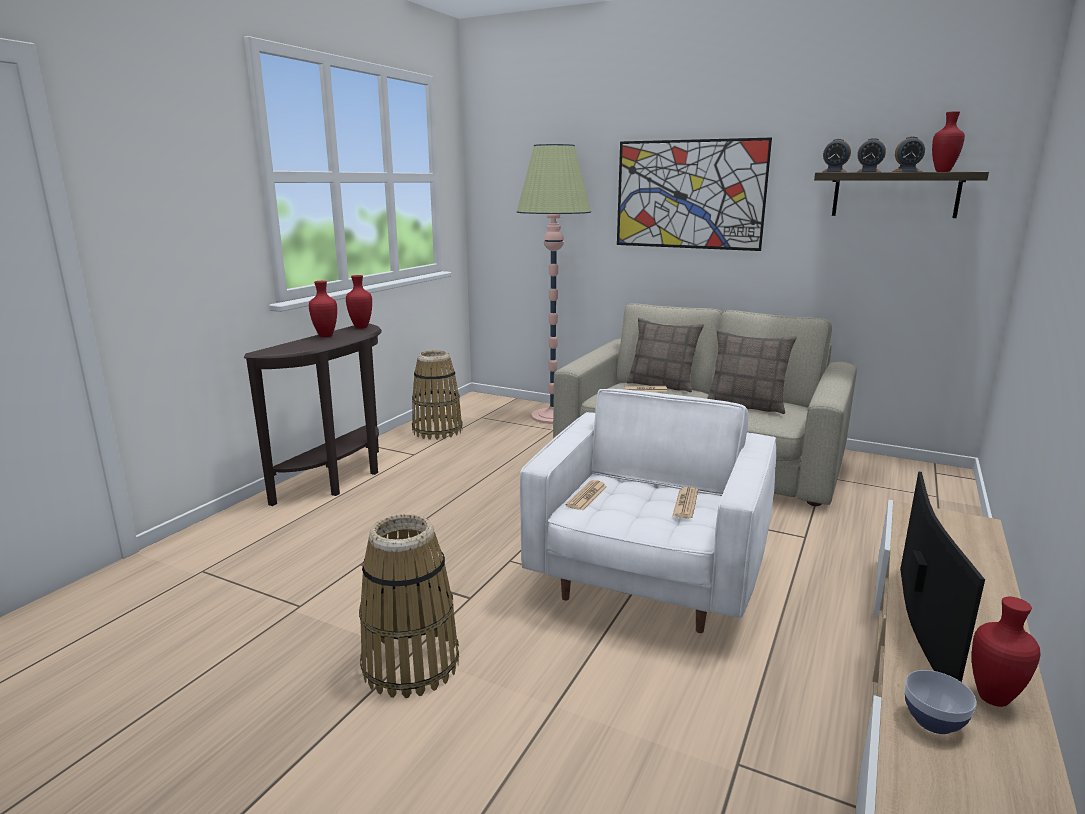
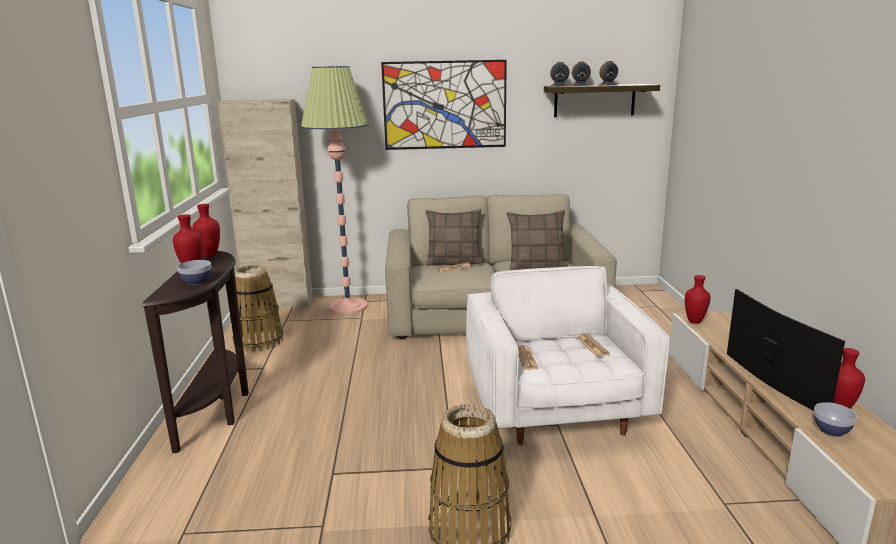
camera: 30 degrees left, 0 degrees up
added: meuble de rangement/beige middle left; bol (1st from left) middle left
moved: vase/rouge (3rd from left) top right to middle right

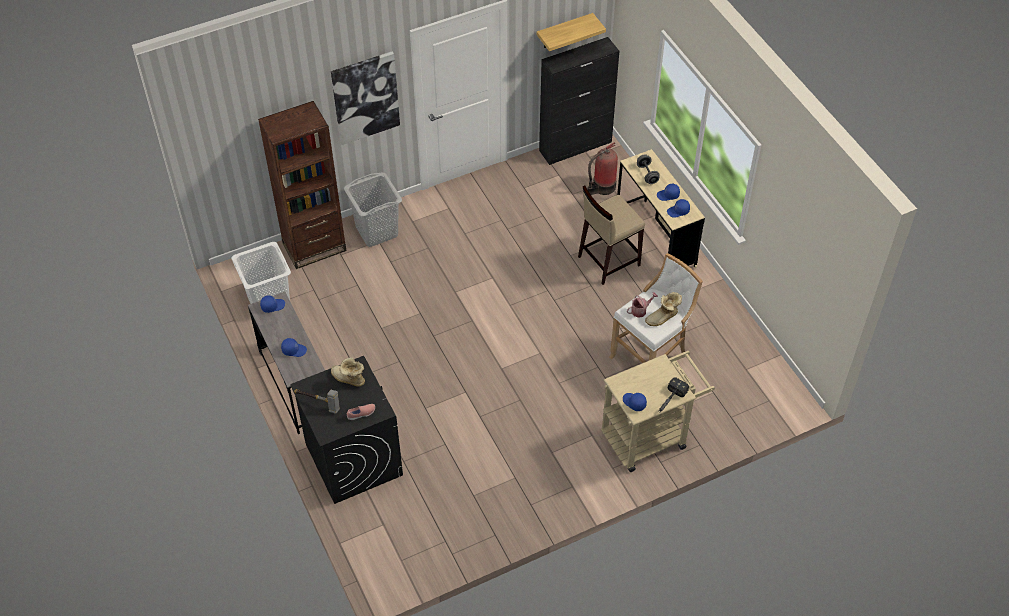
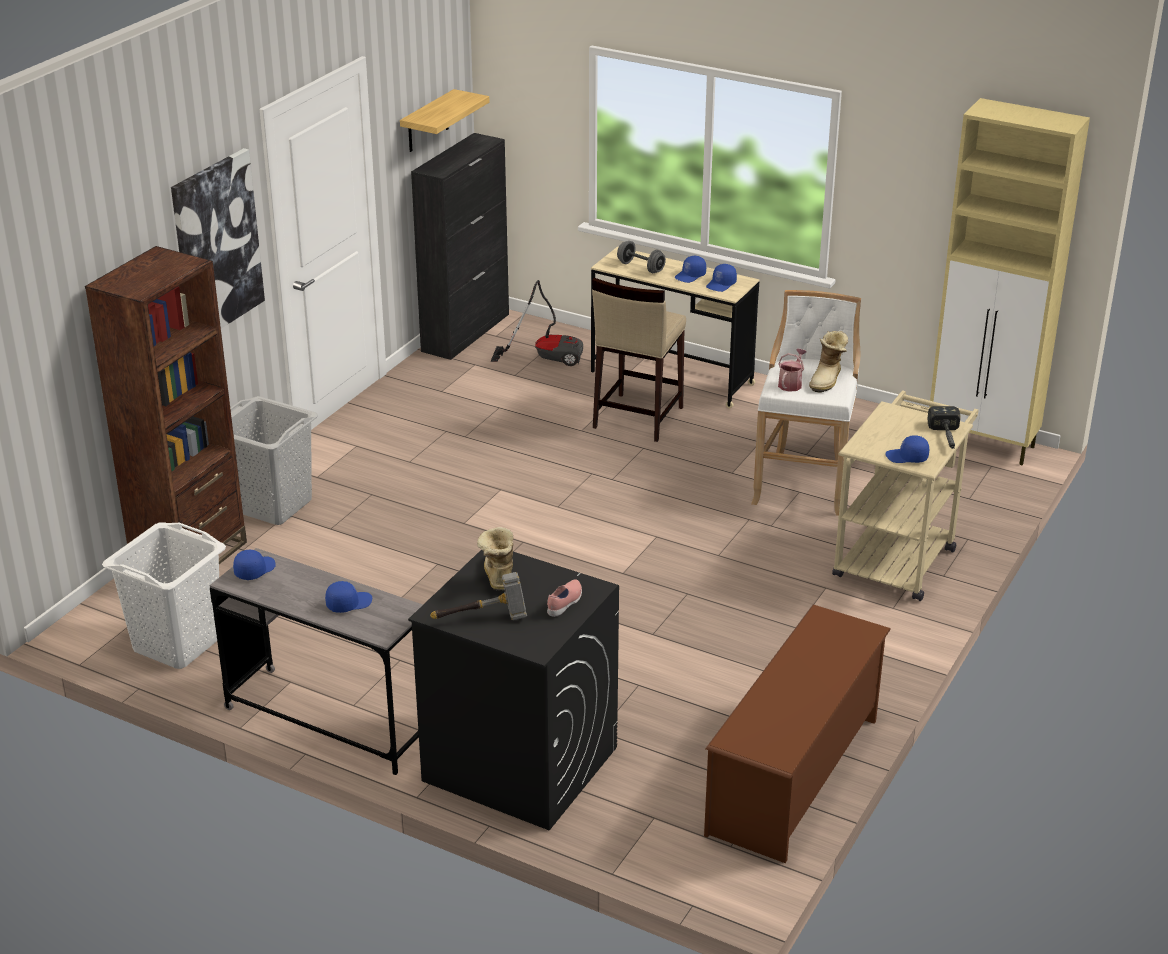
camera: 35 degrees left, 20 degrees down
added: meuble de rangement/beige top right; étagère à chaussures/marron bottom right
replaced: extincteur top centre to aspirateur centre
turned: botte (1st from left) centre = centre 90 degrees clockwise

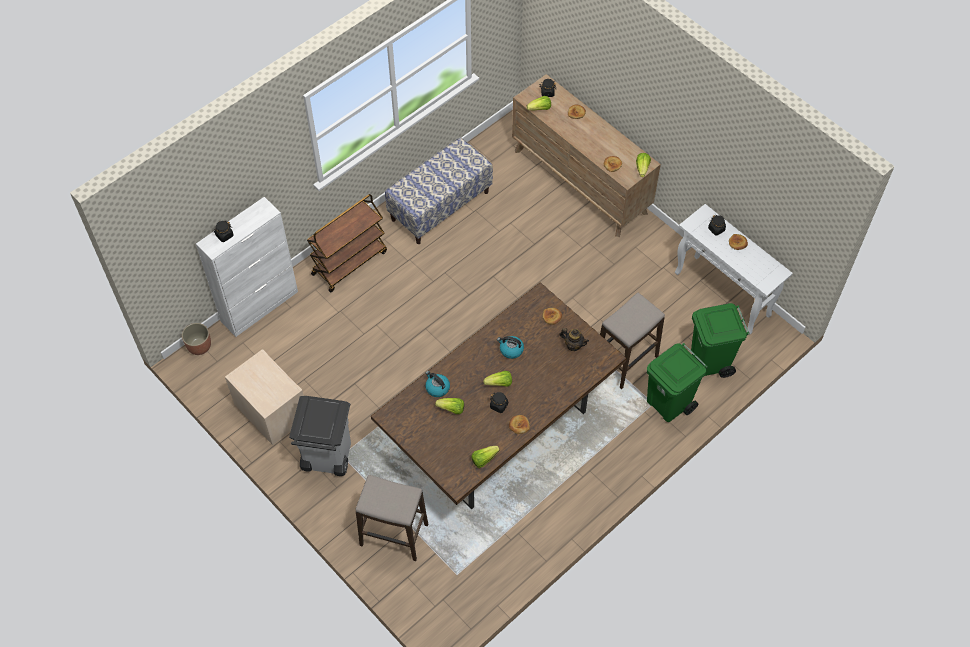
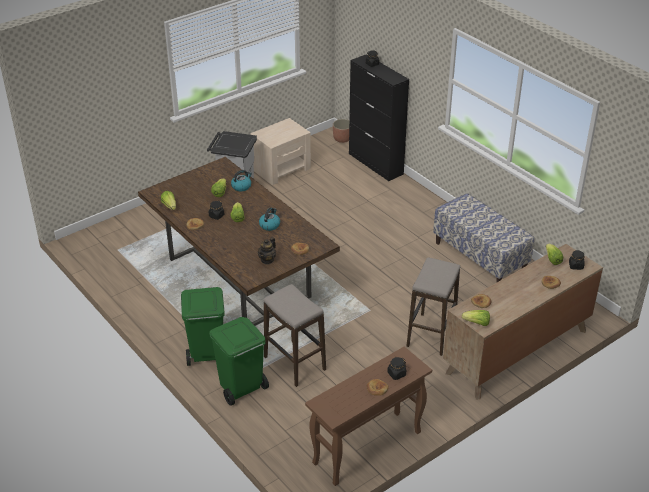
camera: 95 degrees right, 20 degrees down
removed: chariot/marron centre
moved: poubelle/vert (2nd from left in the first image) middle right to poubelle/vert (1st from left) middle left; tabouret (1st from left in the first image) bottom centre to tabouret (2nd from left) middle right
recoloured: meuble de rangement/blanc middle left to meuble de rangement/noir top centre; table console/blanc middle right to table console/marron bottom centre

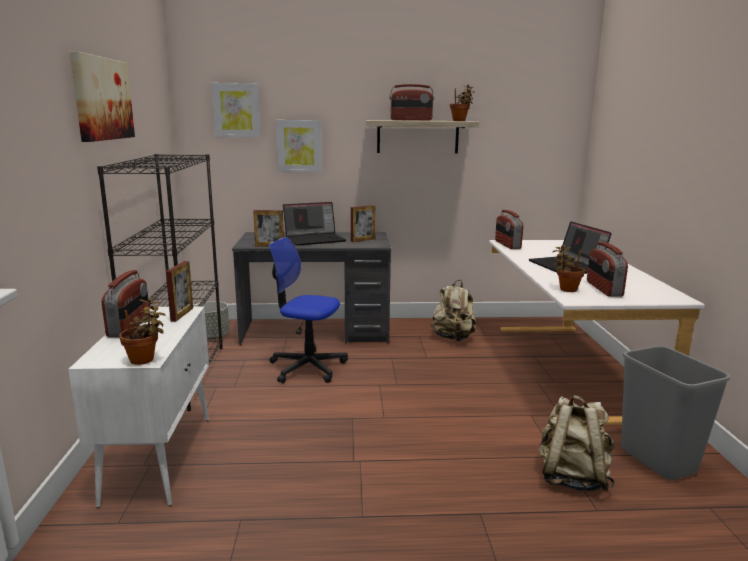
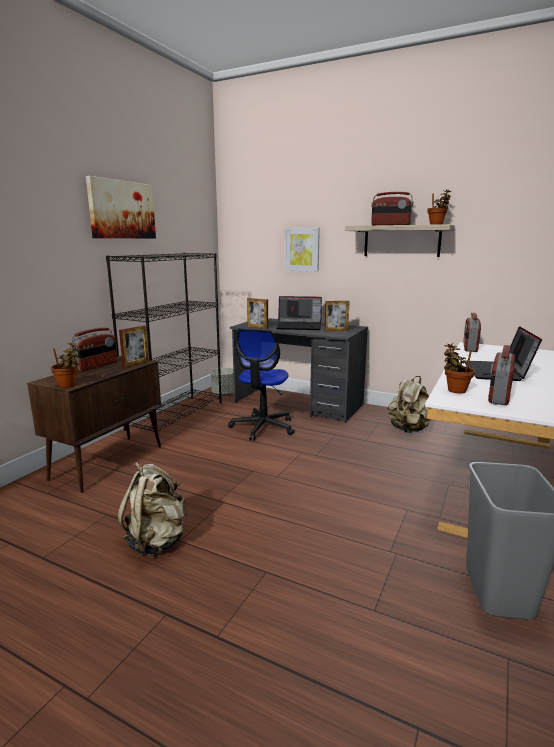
camera: 30 degrees right, 0 degrees up
removed: tableau (2nd from left) top left
moved: sac à dos/beige (2nd from left in the first image) bottom right to sac à dos/beige (1st from left) bottom left
recoloured: meuble de rangement/blanc bottom left to meuble de rangement/marron middle left
turned: chaise de bureau centre = centre 120 degrees counterclockwise

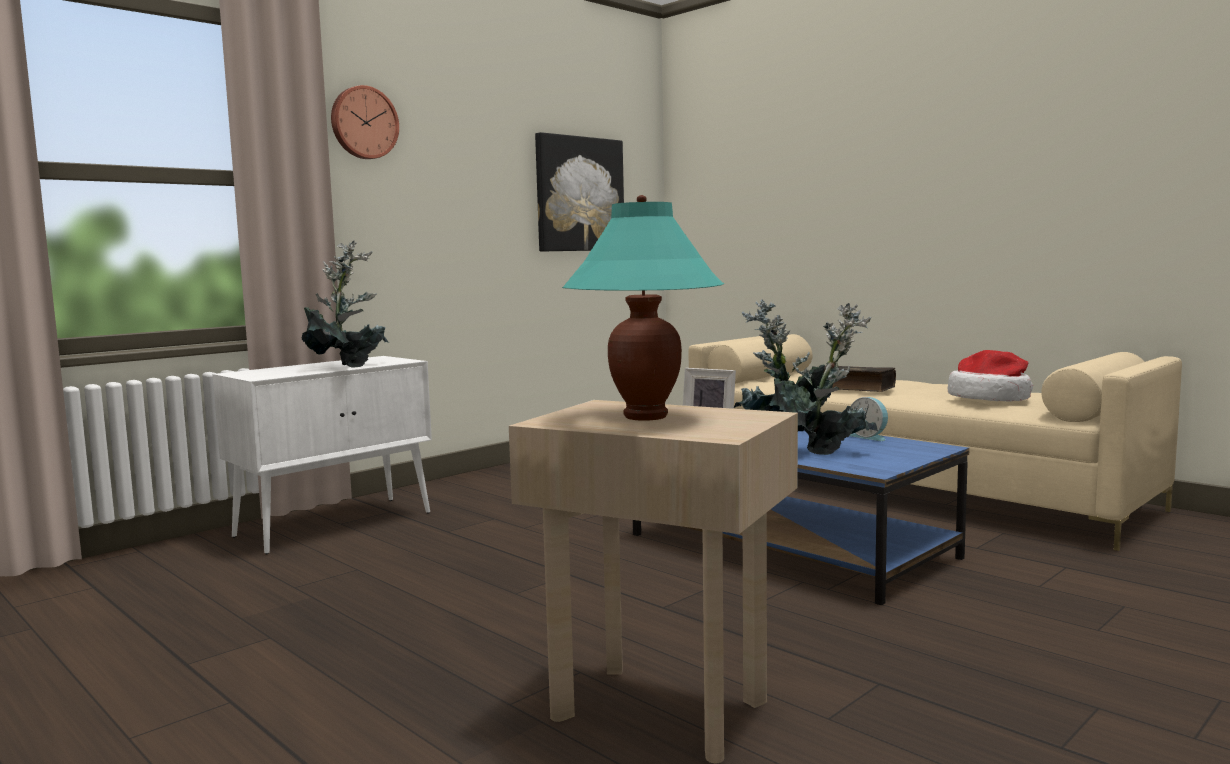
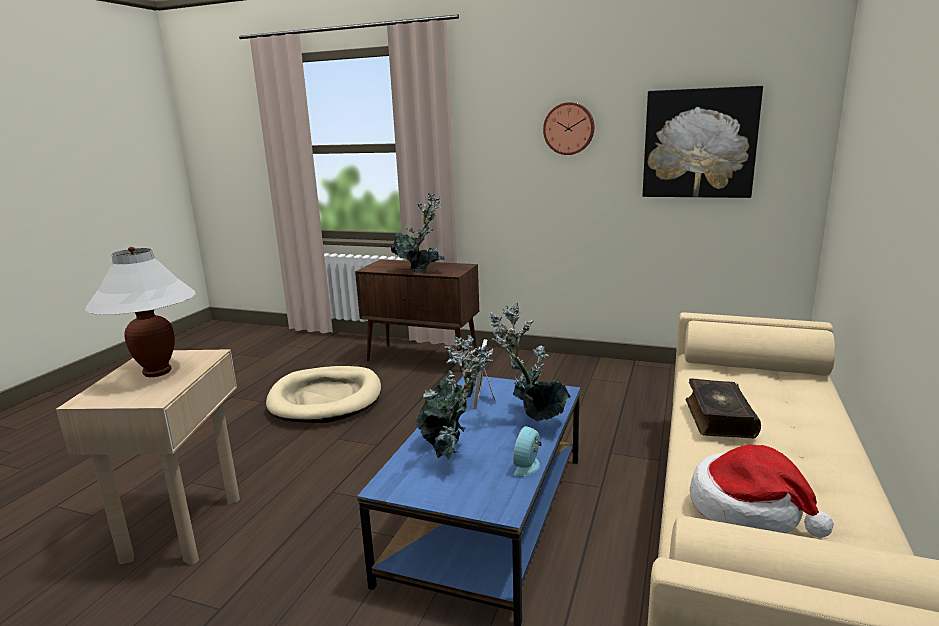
camera: 65 degrees right, 10 degrees up
added: panier pour chien/beige centre
moved: horloge murale top left to top centre
recoloured: lampe de table/turquoise centre to lampe de table/blanc middle left; meuble de rangement/blanc middle left to meuble de rangement/marron centre

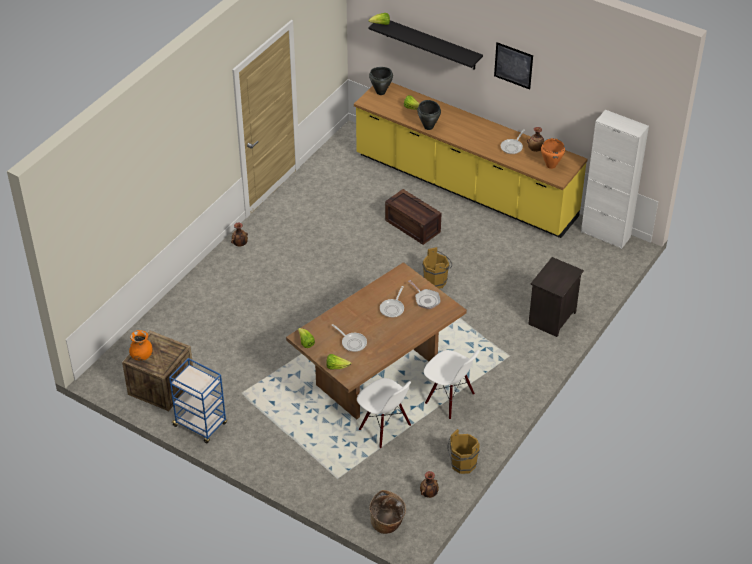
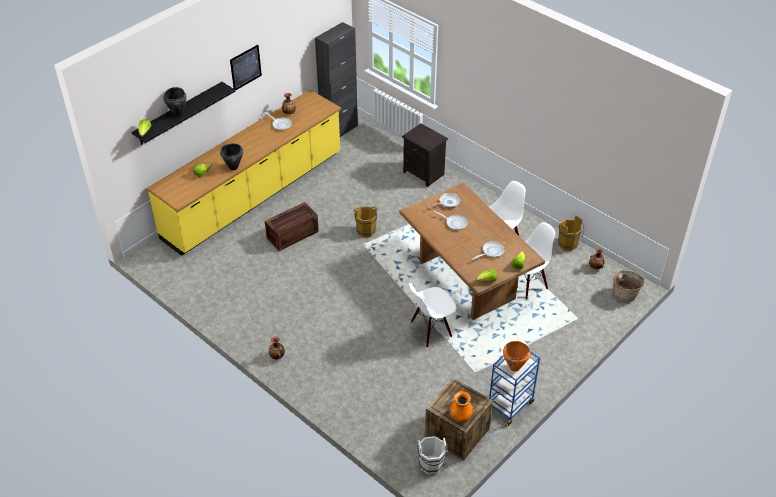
camera: 80 degrees left, 0 degrees up
added: chaise/blanc (1st from left) centre; seau/blanc bottom centre
moved: marmite/noir (1st from left) top centre to top left; marmite/orange top right to bottom centre
recoloured: meuble de rangement/blanc top right to meuble de rangement/noir top centre

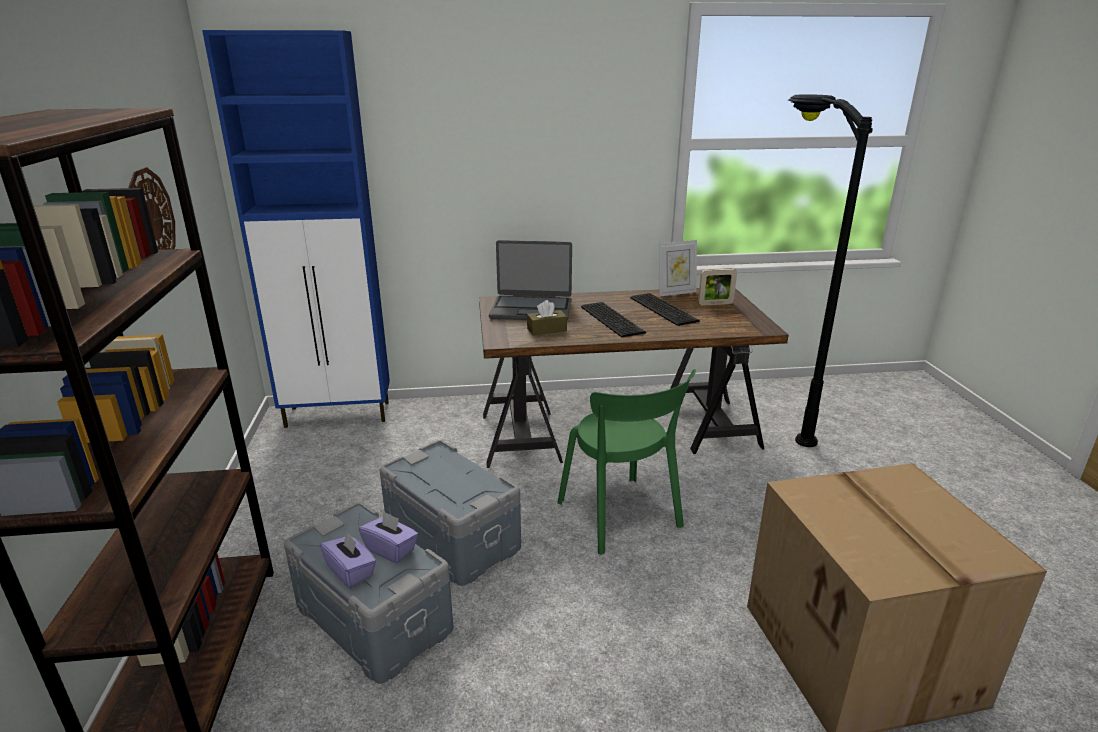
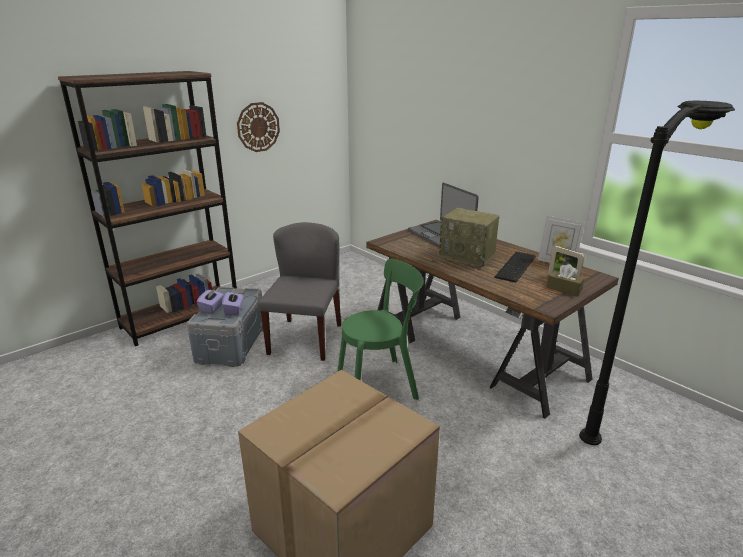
camera: 55 degrees right, 0 degrees up
removed: meuble de rangement/bleu top left
moved: boîte à mouchoirs/marron centre to middle right
replaced: clavier (1st from left) centre to radio centre; boîte de rangement/gris (2nd from left) bottom centre to chaise/gris centre
turned: chaise/vert centre = centre 135 degrees counterclockwise

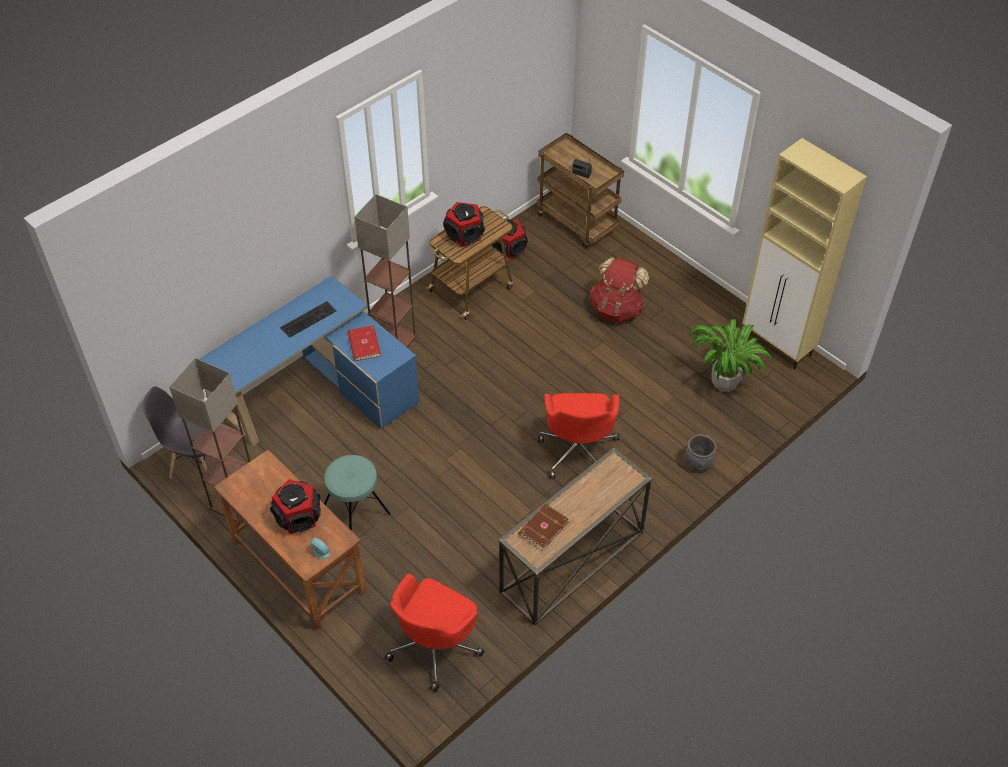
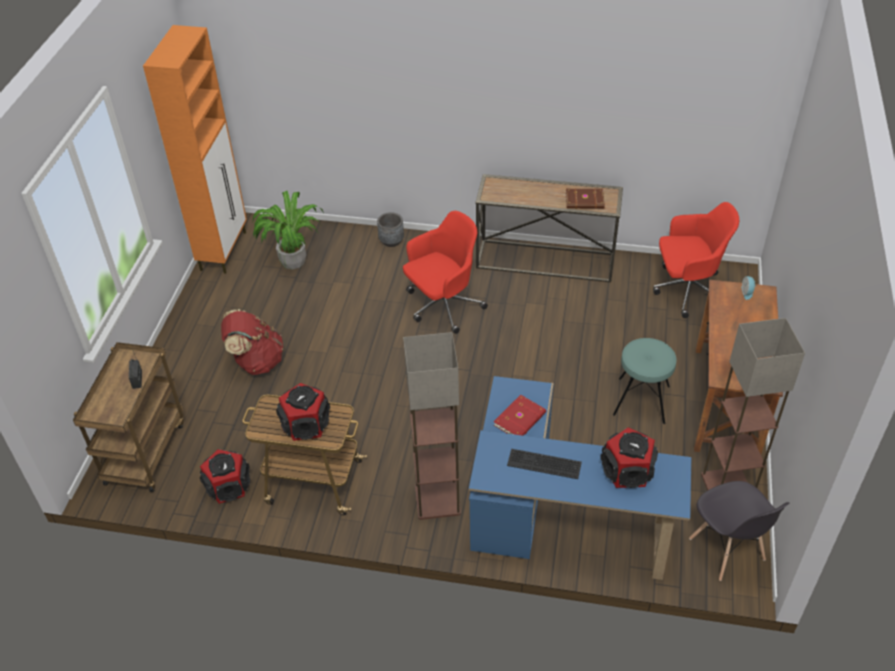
camera: 125 degrees left, 5 degrees down
moved: enceinte (1st from left in the first image) middle left to enceinte (3rd from left) bottom right
recoloured: meuble de rangement/beige top right to meuble de rangement/orange top left

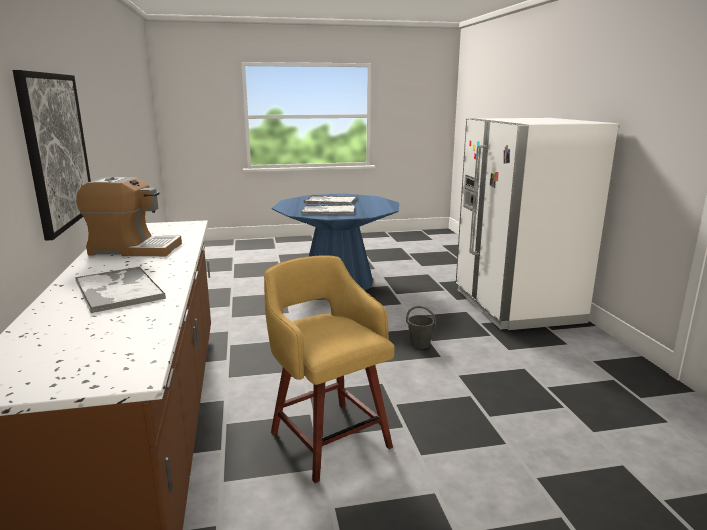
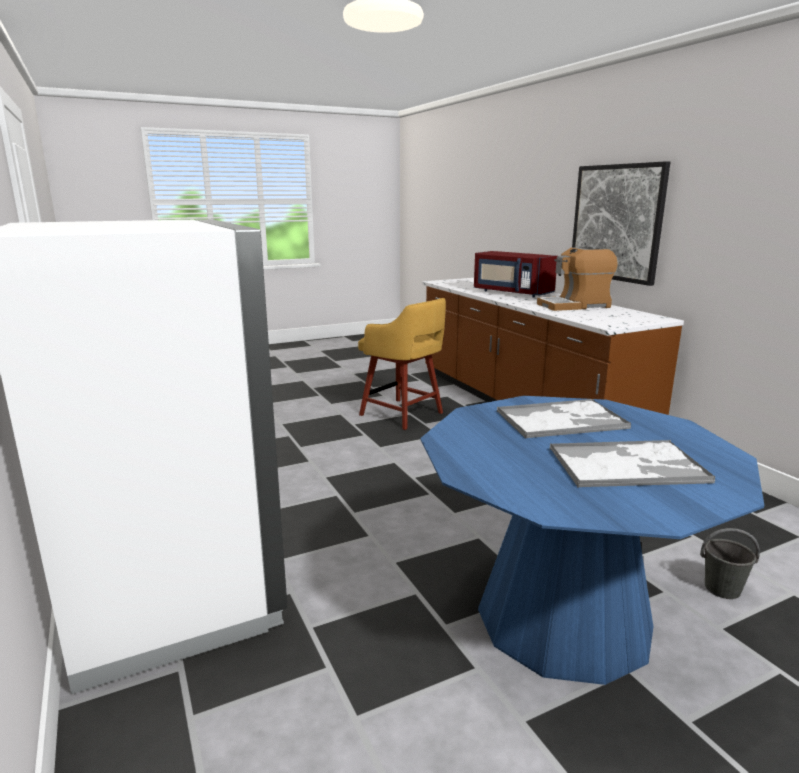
camera: 165 degrees right, 0 degrees up
moved: seau/gris centre to bottom right
replaced: plateau (1st from left) middle left to micro-ondes/rouge centre

